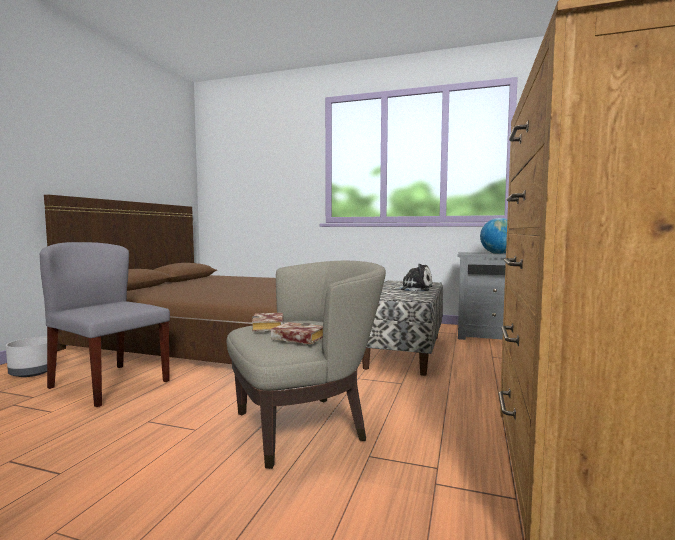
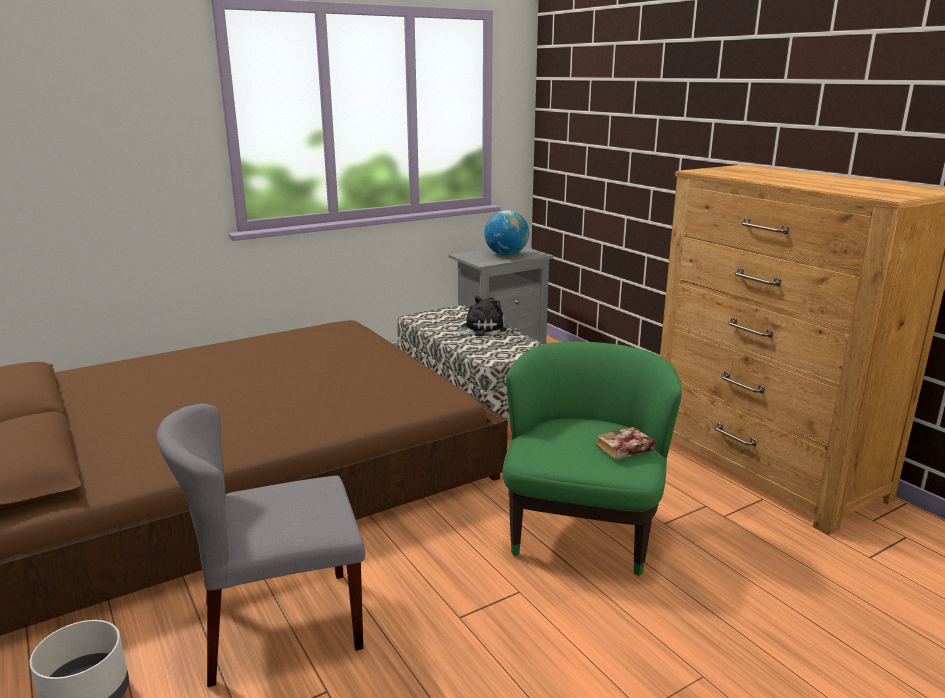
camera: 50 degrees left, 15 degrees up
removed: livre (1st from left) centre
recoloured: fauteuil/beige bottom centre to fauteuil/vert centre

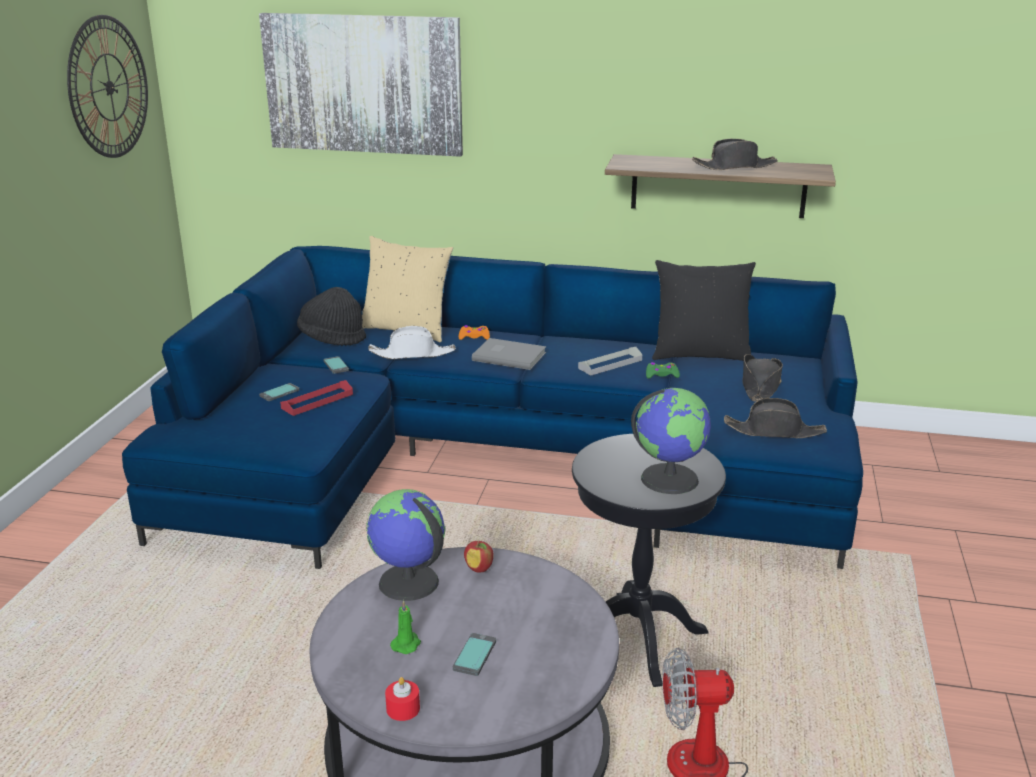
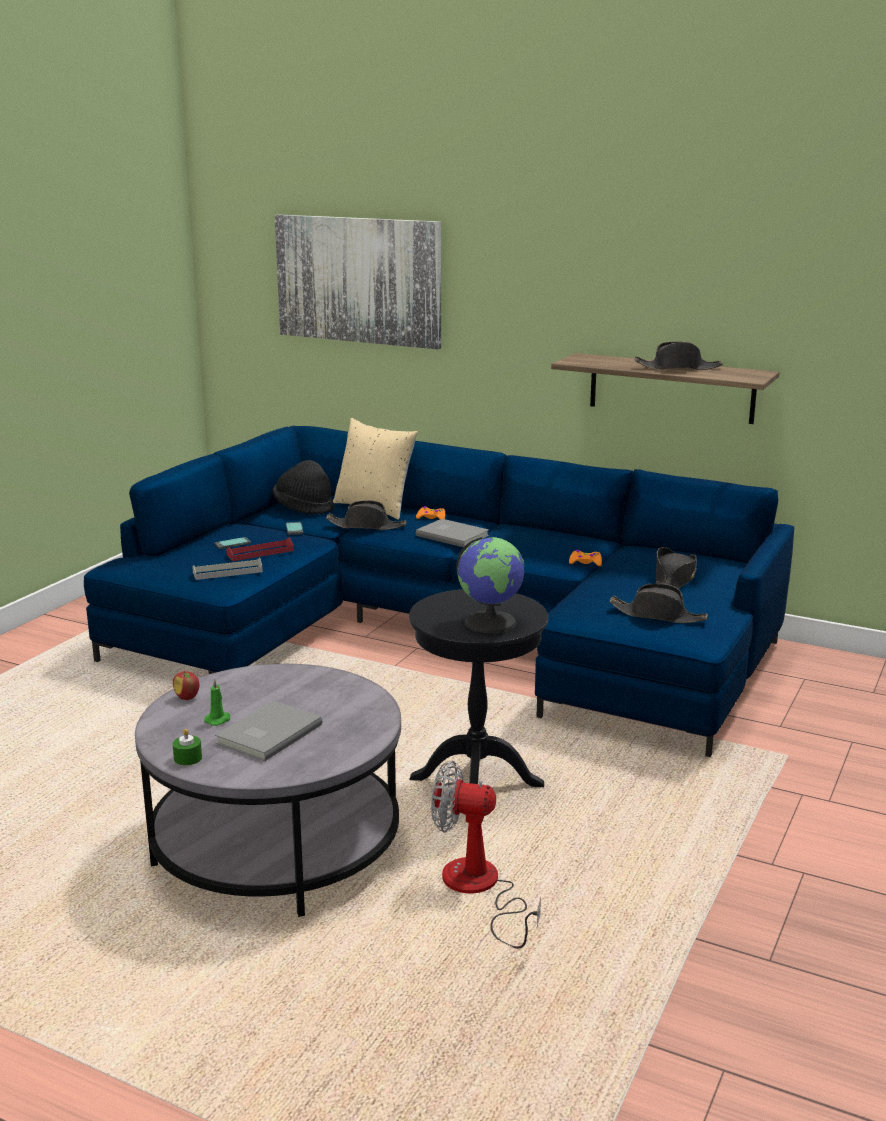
camera: 15 degrees right, 5 degrees down
removed: horloge murale top left; coussin/noir middle right; globe (1st from left) bottom centre
moved: plateau/gris centre to middle left; pomme bottom centre to middle left
replaced: téléphone (3rd from left) bottom centre to livre/gris (1st from left) middle left
recoloured: chapeau/blanc centre to chapeau/noir (2nd from left) centre; manette/vert centre to manette/orange (2nd from left) centre; bougie/rouge bottom centre to bougie/vert (1st from left) middle left

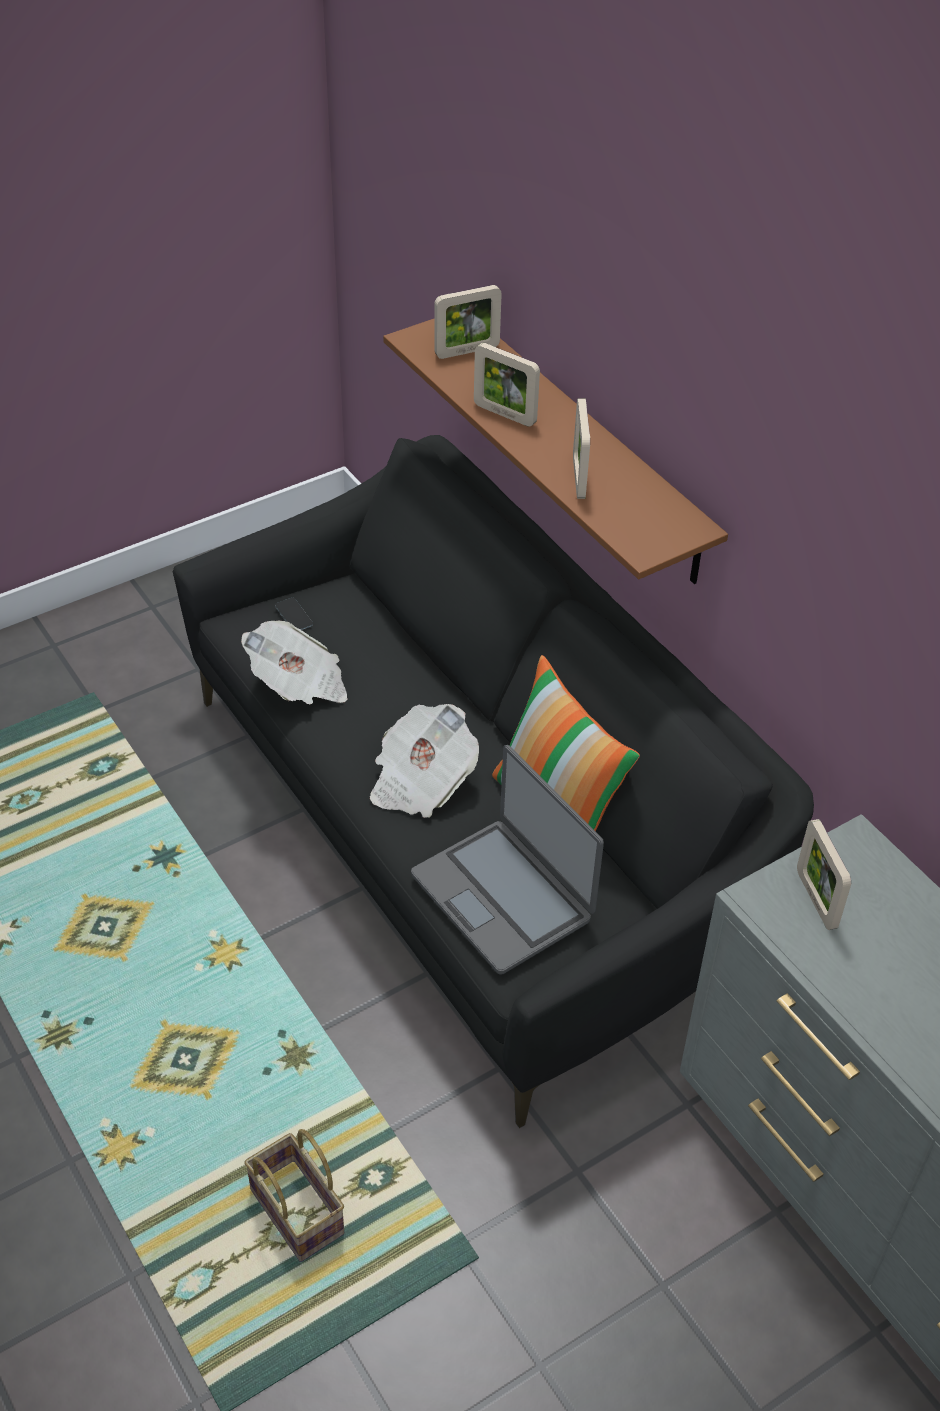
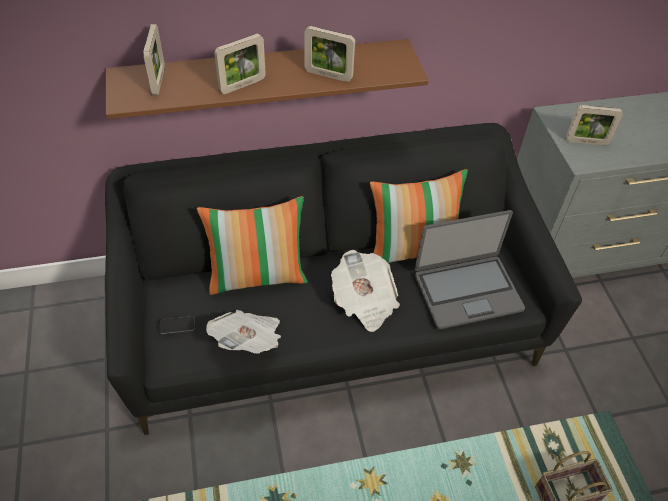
camera: 70 degrees left, 5 degrees up
added: coussin (1st from left) centre

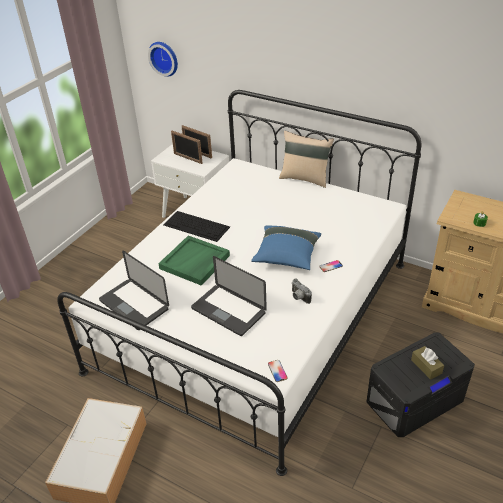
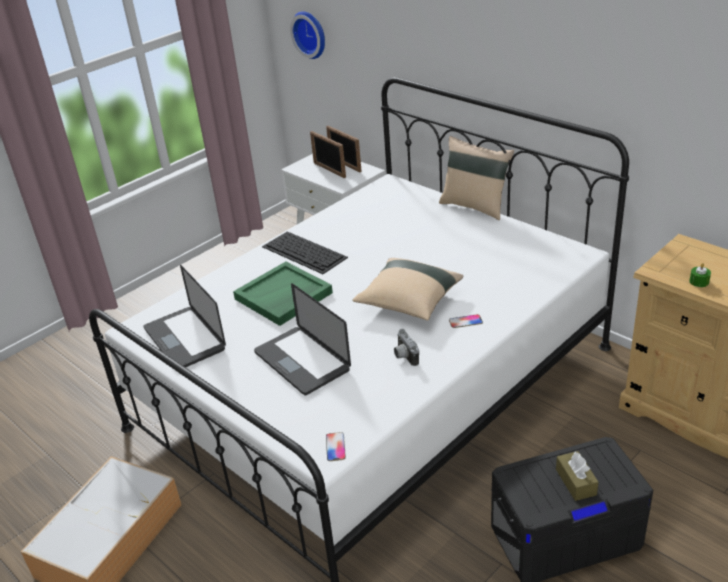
camera: 15 degrees right, 5 degrees down
recoloured: coussin/bleu centre to coussin/beige (1st from left) centre

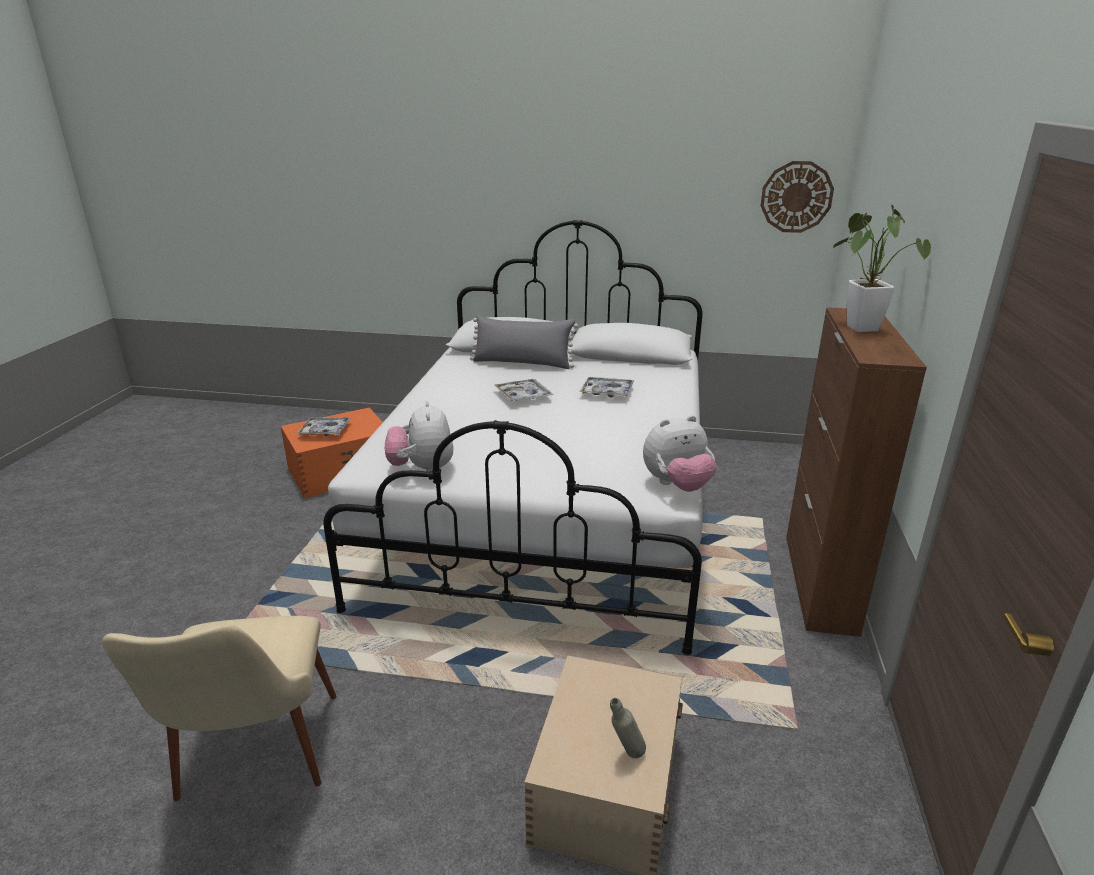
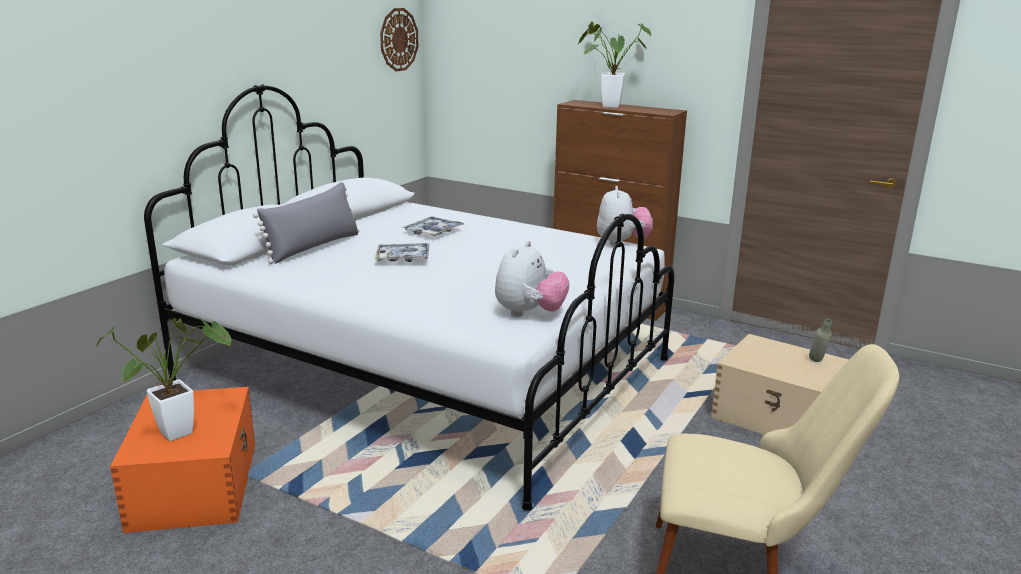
camera: 70 degrees left, 5 degrees down
replaced: plateau (1st from left) middle left to plante en pot (1st from left) middle left
turned: peluche (1st from left) centre = centre 75 degrees counterclockwise

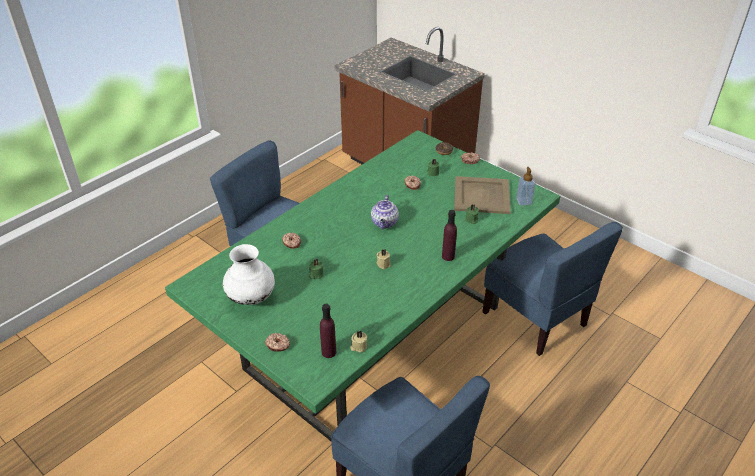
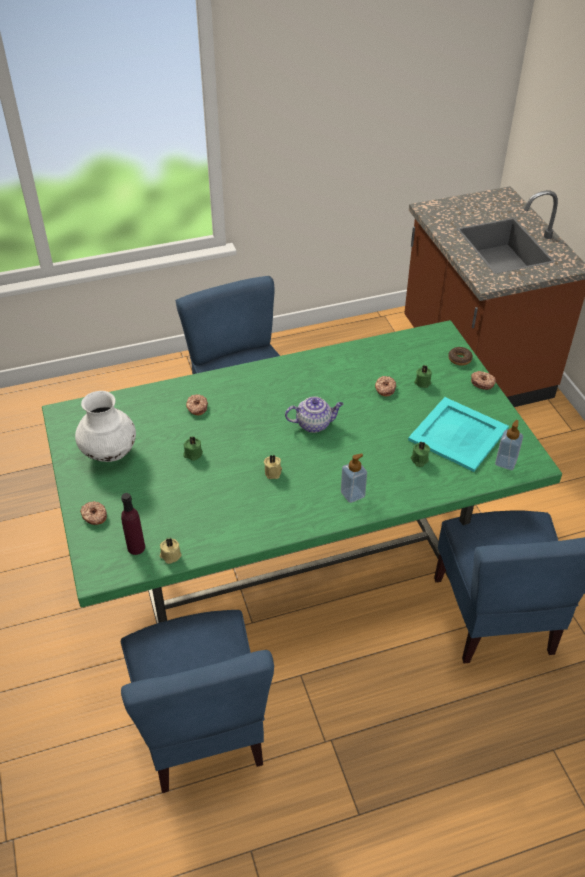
camera: 30 degrees right, 5 degrees up
replaced: bouteille/violet (2nd from left) centre to distributeur de savon (1st from left) centre
recoloured: plateau/beige centre to plateau/turquoise middle right
turned: théière centre = centre 135 degrees counterclockwise

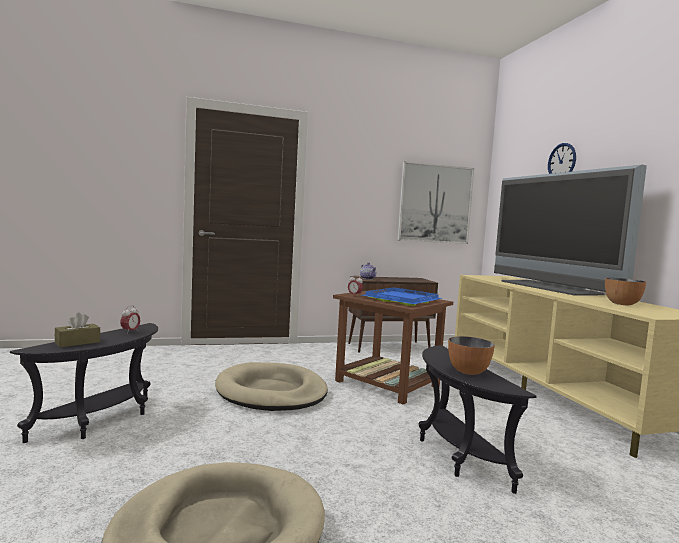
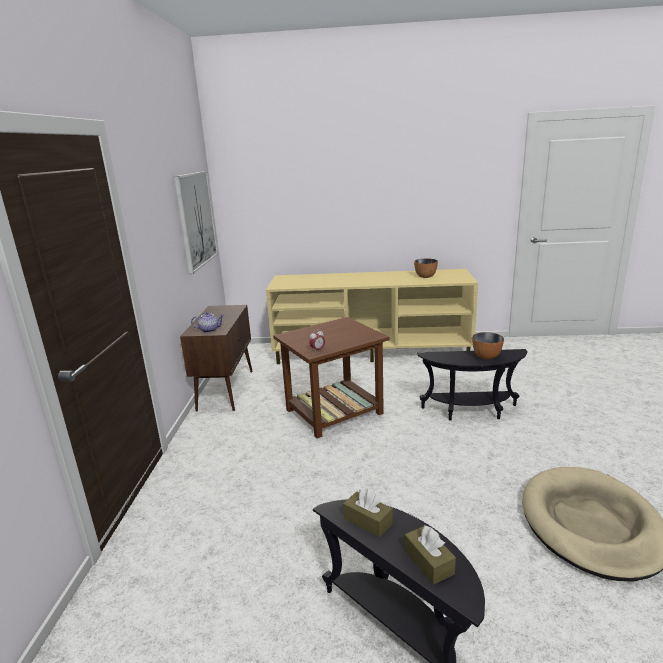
camera: 70 degrees left, 15 degrees up
removed: horloge murale top right; téléviseur middle right; plateau/bleu centre; panier pour chien/beige (2nd from left) bottom centre
replaced: réveil (1st from left) middle left to boîte à mouchoirs/marron (1st from left) bottom centre

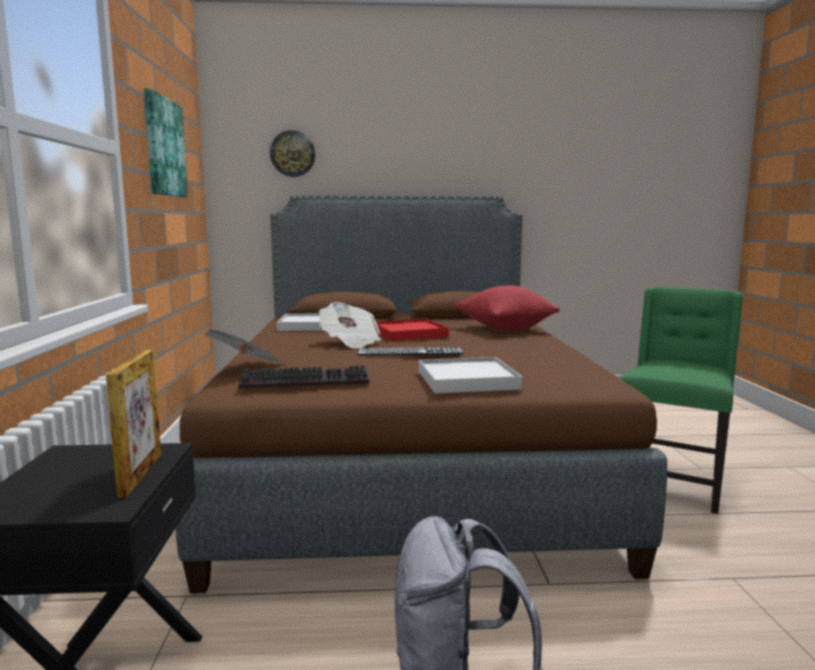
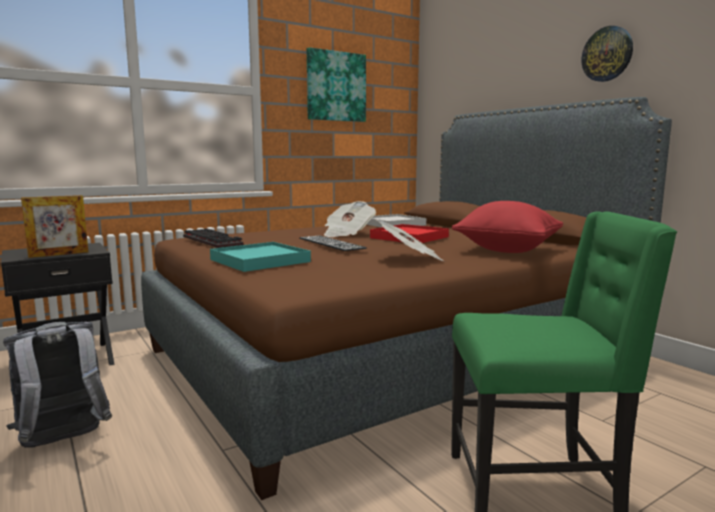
camera: 60 degrees right, 0 degrees up
moved: horloge murale top centre to top right; journal (1st from left in the first image) middle left to journal (2nd from left) centre
recoloured: plateau/blanc (2nd from left) centre to plateau/turquoise centre

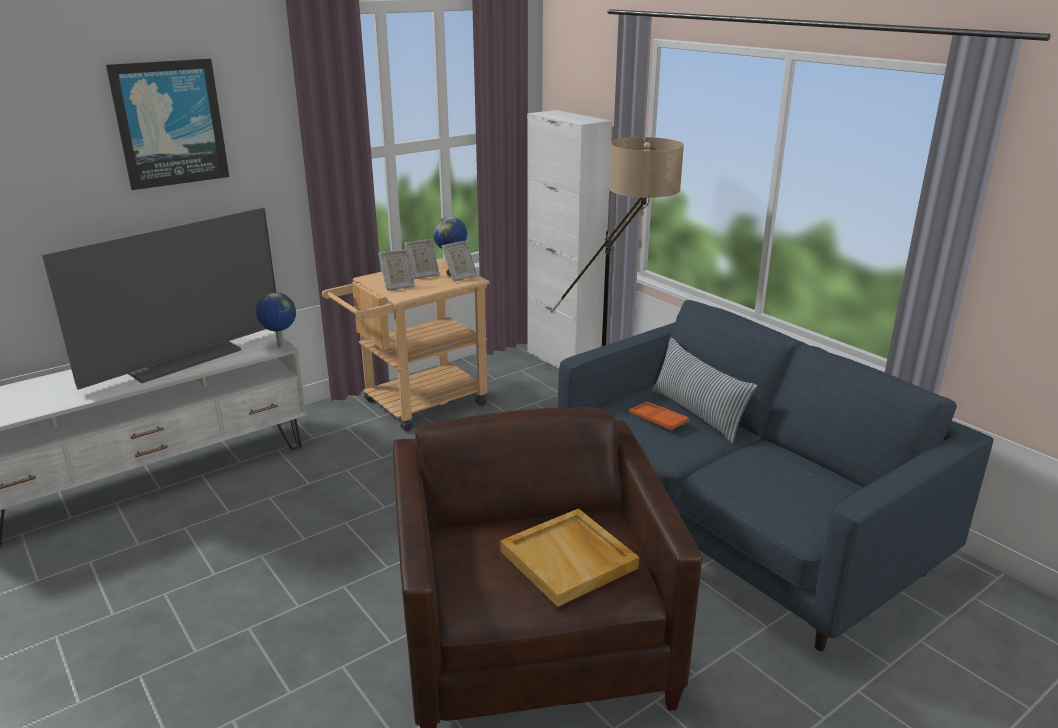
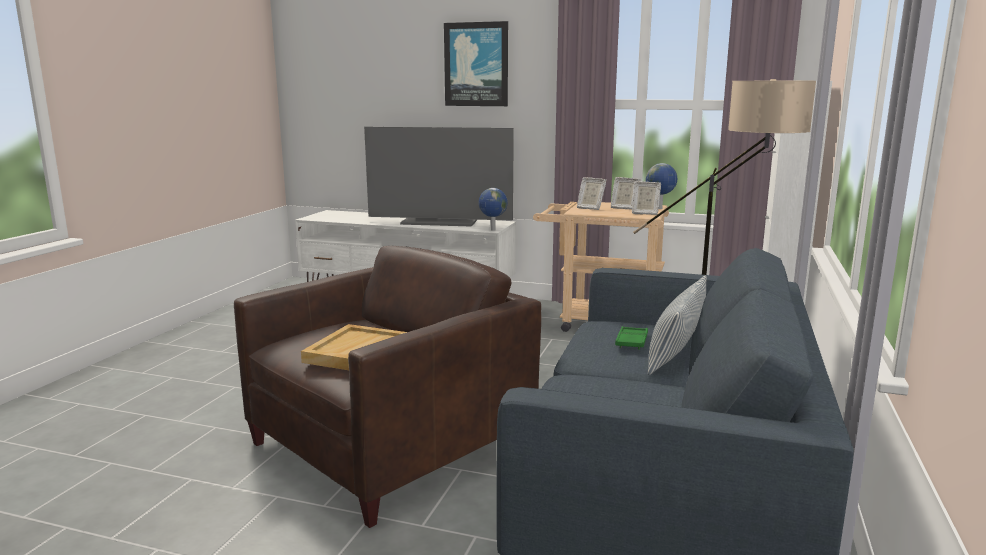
camera: 55 degrees right, 10 degrees down
recoloured: plateau/orange centre to plateau/vert centre

